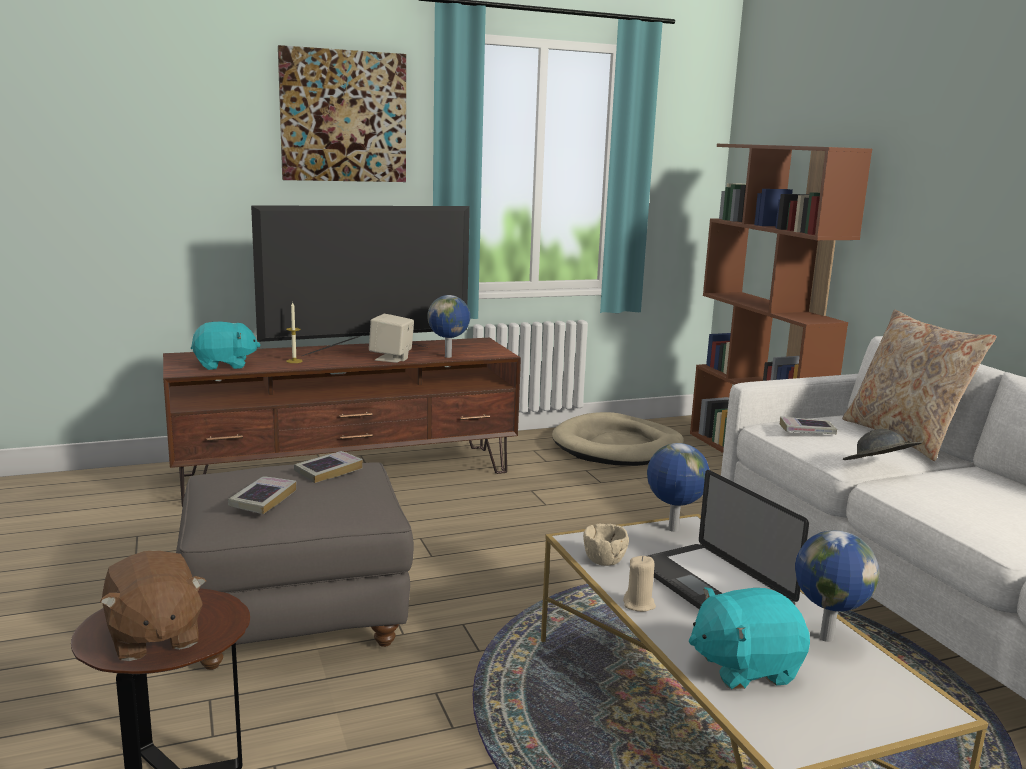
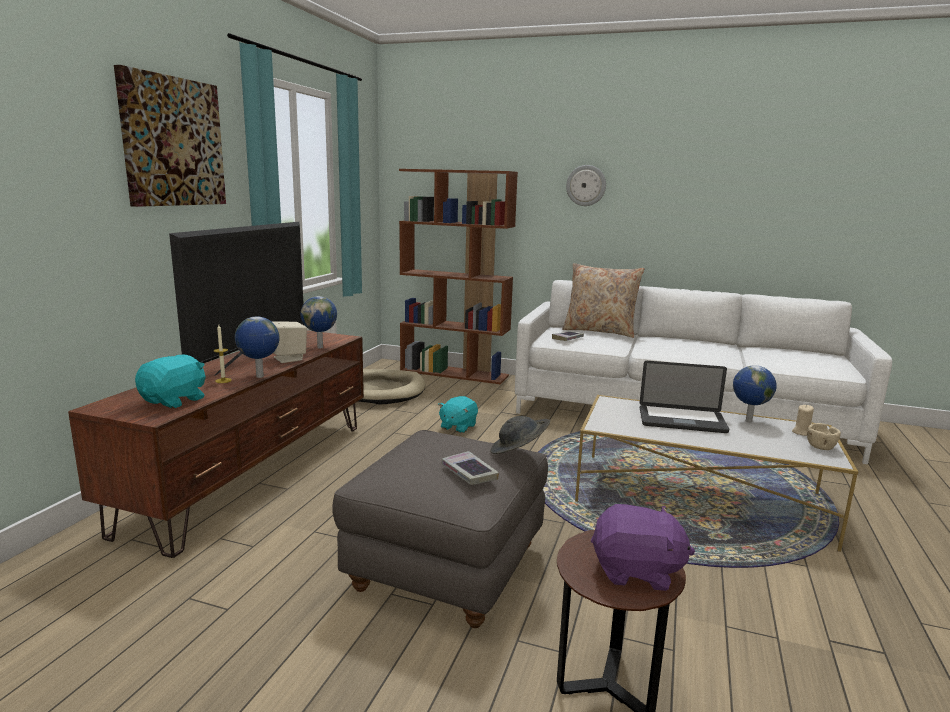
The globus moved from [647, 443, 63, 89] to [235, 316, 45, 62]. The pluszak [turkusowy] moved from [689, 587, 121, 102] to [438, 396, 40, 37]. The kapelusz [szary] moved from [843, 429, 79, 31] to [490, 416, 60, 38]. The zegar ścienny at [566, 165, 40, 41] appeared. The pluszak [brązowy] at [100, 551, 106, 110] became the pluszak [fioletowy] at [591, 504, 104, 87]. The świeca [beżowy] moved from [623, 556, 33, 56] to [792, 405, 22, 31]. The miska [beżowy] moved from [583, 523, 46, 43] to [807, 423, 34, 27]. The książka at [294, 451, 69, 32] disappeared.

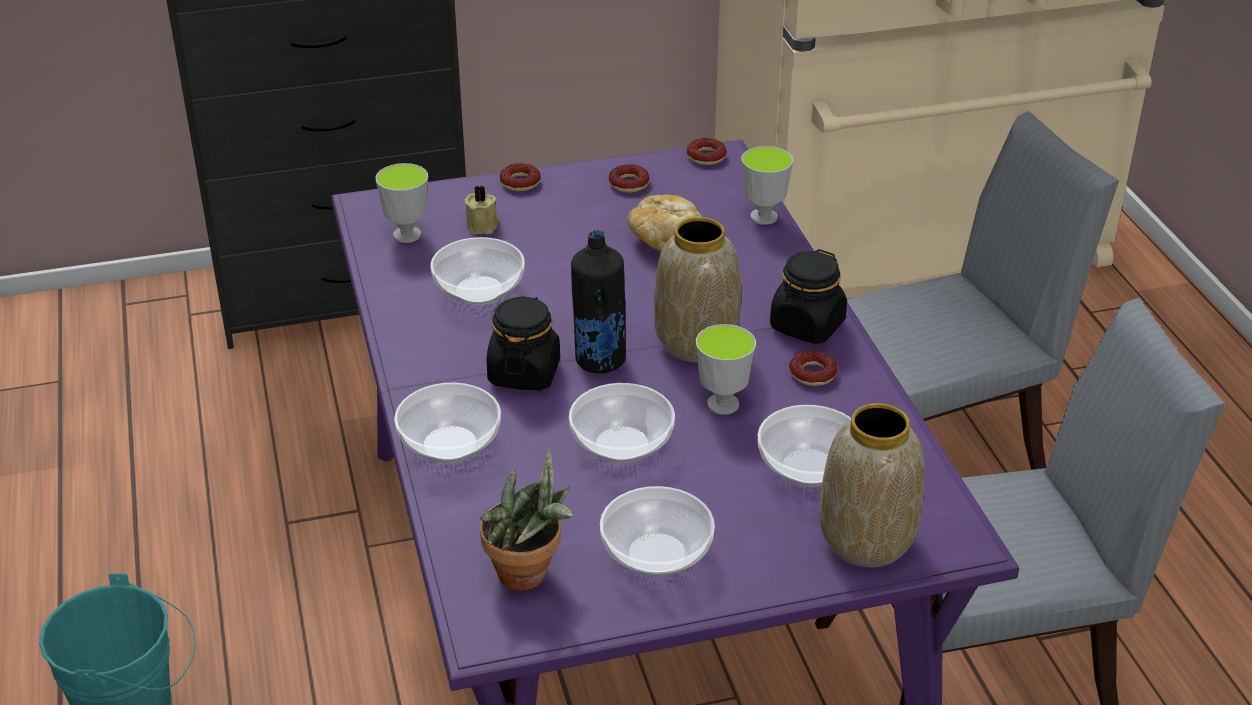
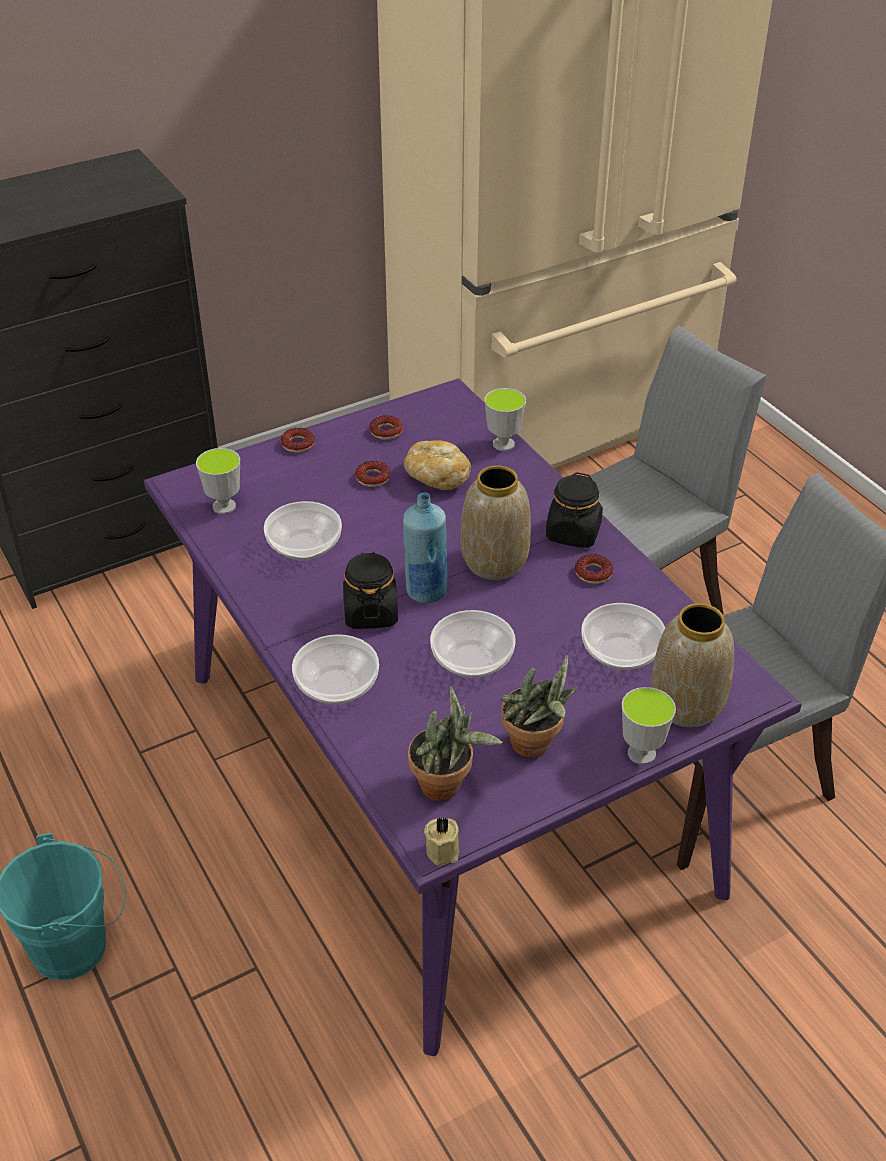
The donut moved from [687, 138, 40, 27] to [355, 461, 35, 26]. The butelka [czarny] at [571, 230, 55, 143] became the butelka [niebieski] at [403, 492, 44, 111]. The świeca [beżowy] moved from [464, 185, 36, 49] to [424, 817, 35, 49]. The miska at [600, 486, 115, 91] was replaced by the roślina doniczkowa at [501, 654, 77, 104]. The filiżanka moved from [696, 324, 60, 91] to [622, 687, 54, 78].

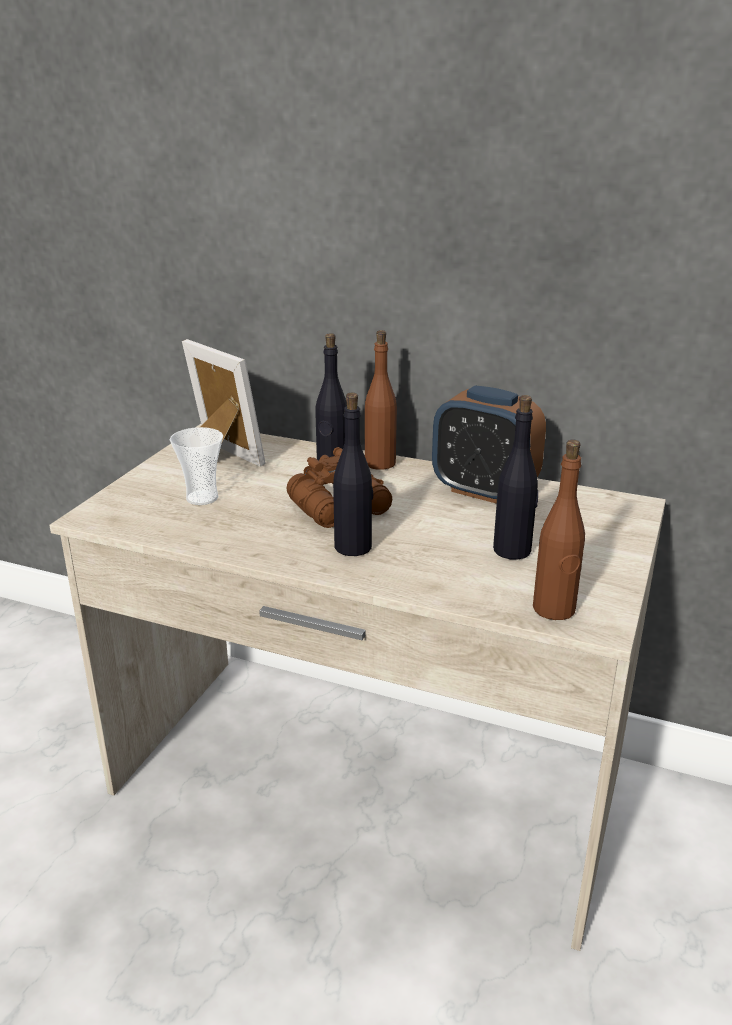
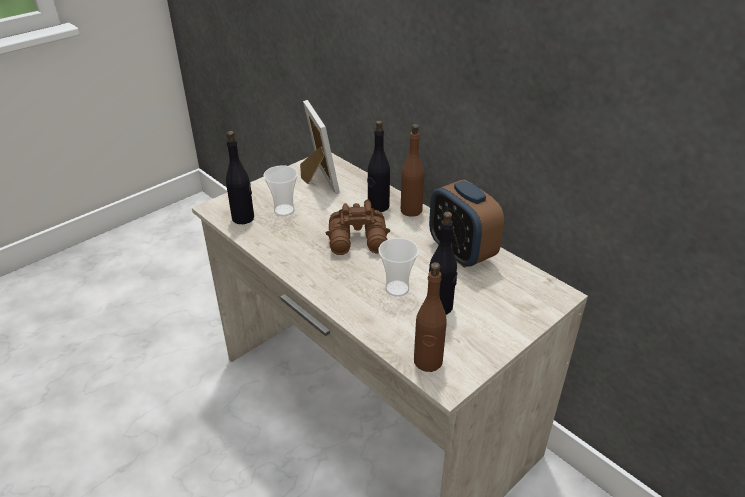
The butelka [czarny] moved from [333, 393, 40, 163] to [226, 131, 28, 93]. The filiżanka at [378, 238, 41, 59] appeared.

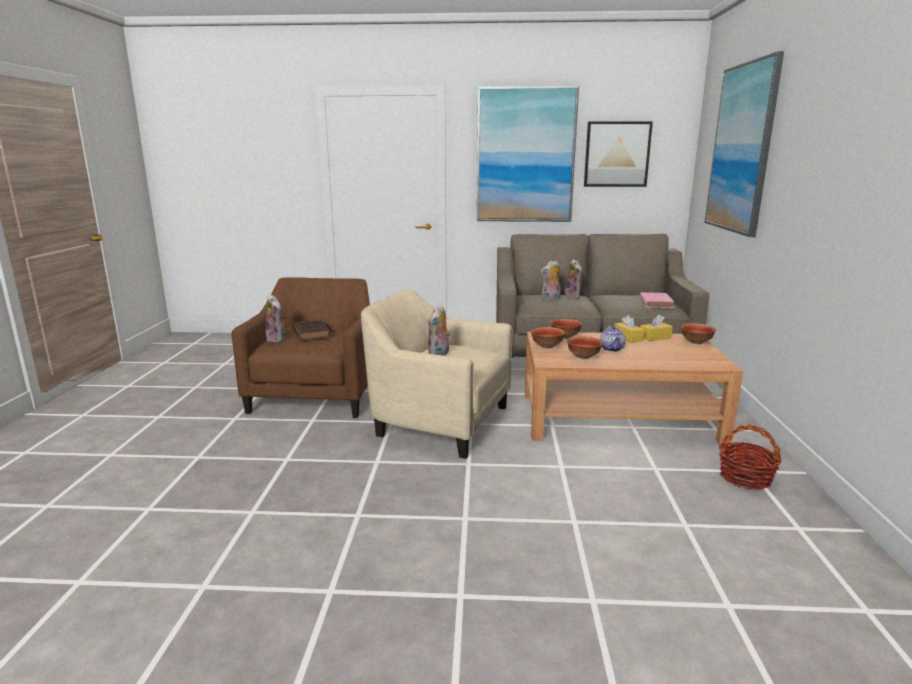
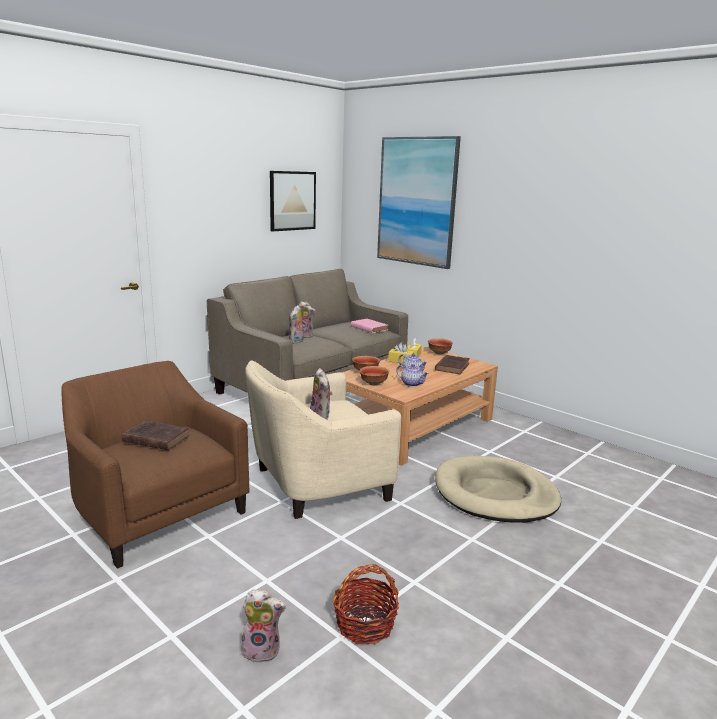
The pluszak moved from [266, 294, 20, 49] to [241, 589, 45, 74]. The koszyk moved from [719, 424, 63, 66] to [332, 564, 67, 80]. The miska at [567, 336, 36, 23] was replaced by the imbryk at [397, 364, 32, 23]. The książka [brązowy] at [435, 355, 35, 19] appeared. The legowisko [beżowy] at [435, 456, 126, 67] appeared. The obraz at [477, 86, 102, 136] disappeared.

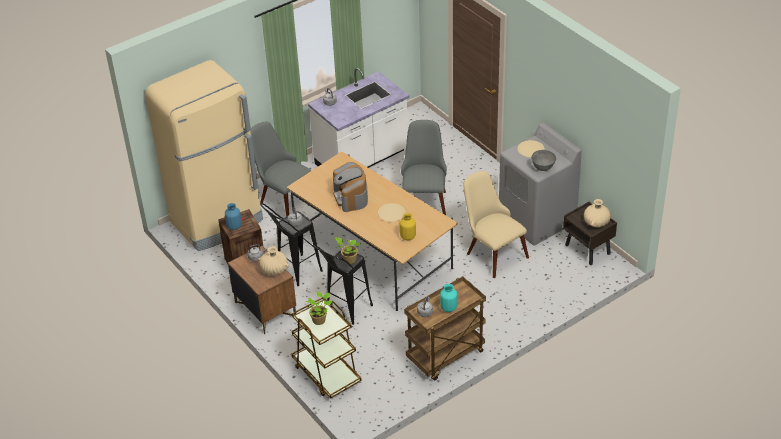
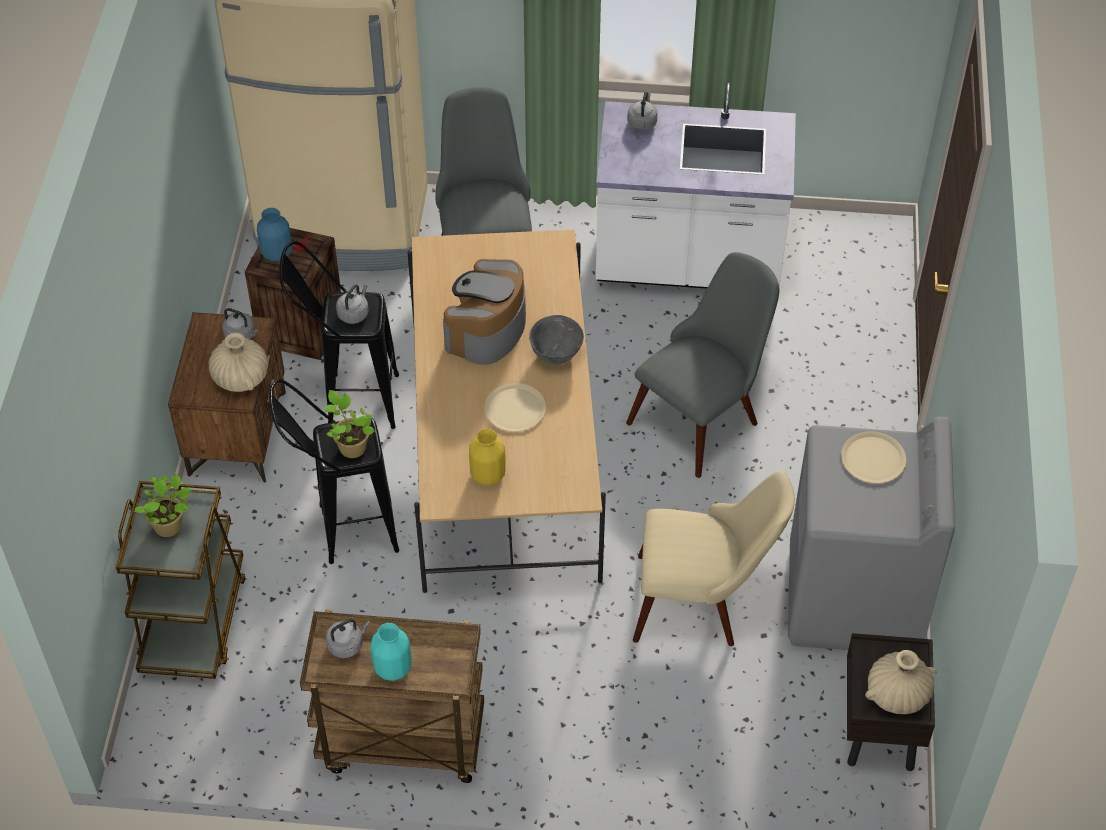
The miska [szary] moved from [531, 150, 25, 21] to [529, 315, 55, 50]. The krzesło [beżowy] at [463, 171, 66, 107] turned 90 degrees clockwise.

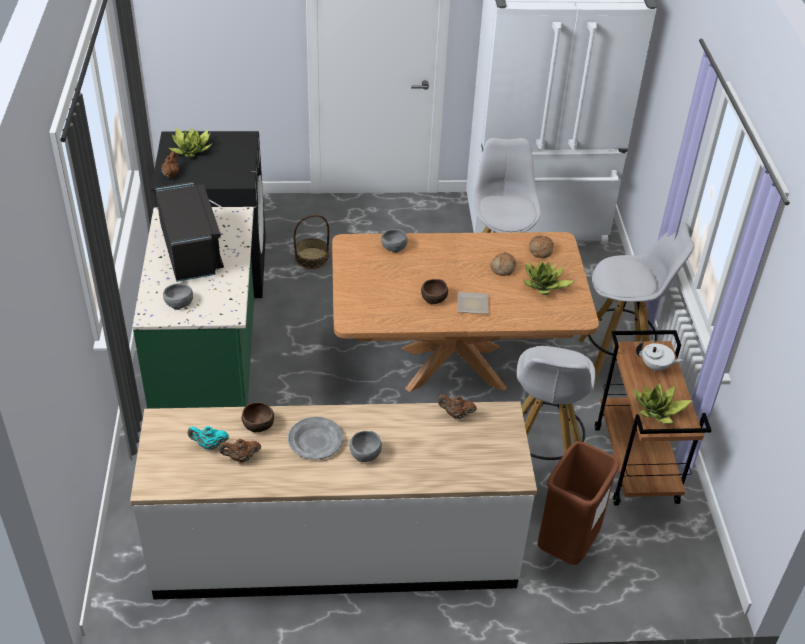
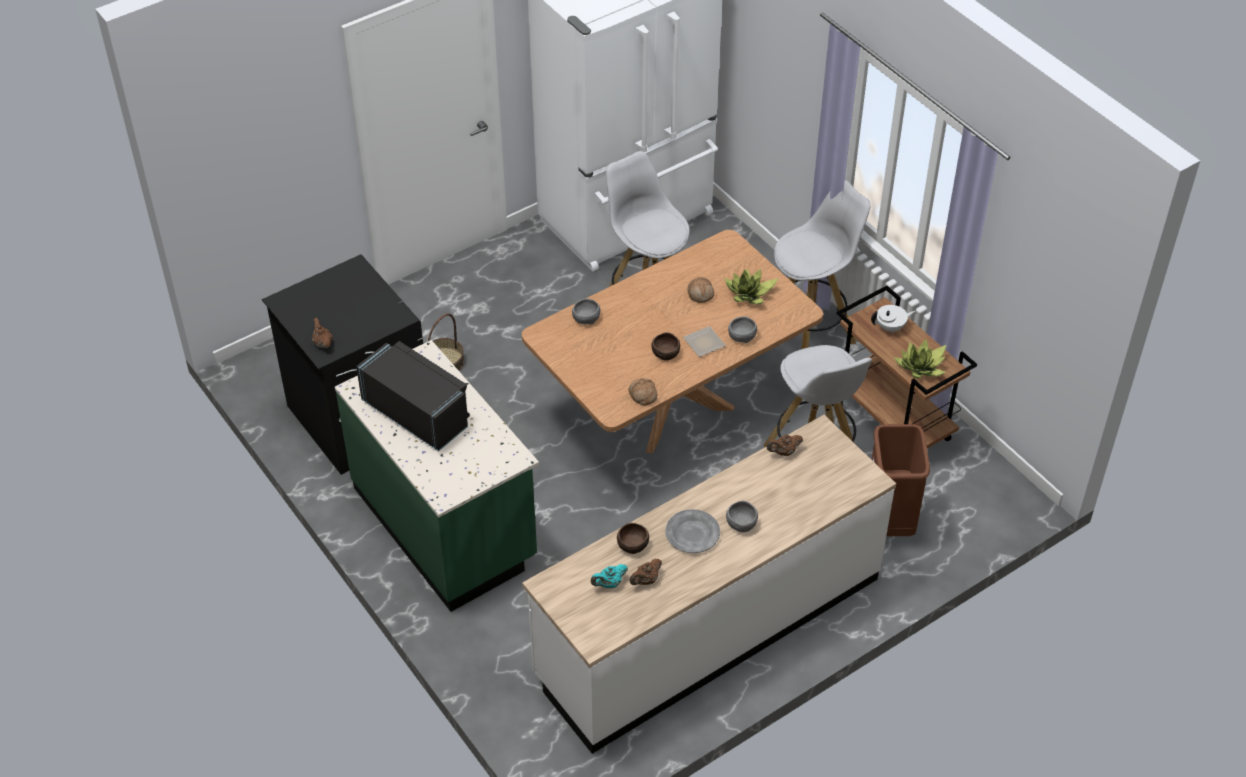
The chleb moved from [529, 235, 25, 23] to [628, 378, 29, 27]. The miska [szary] moved from [163, 283, 30, 27] to [728, 316, 29, 27]. The roślina doniczkowa at [169, 127, 43, 30] disappeared.

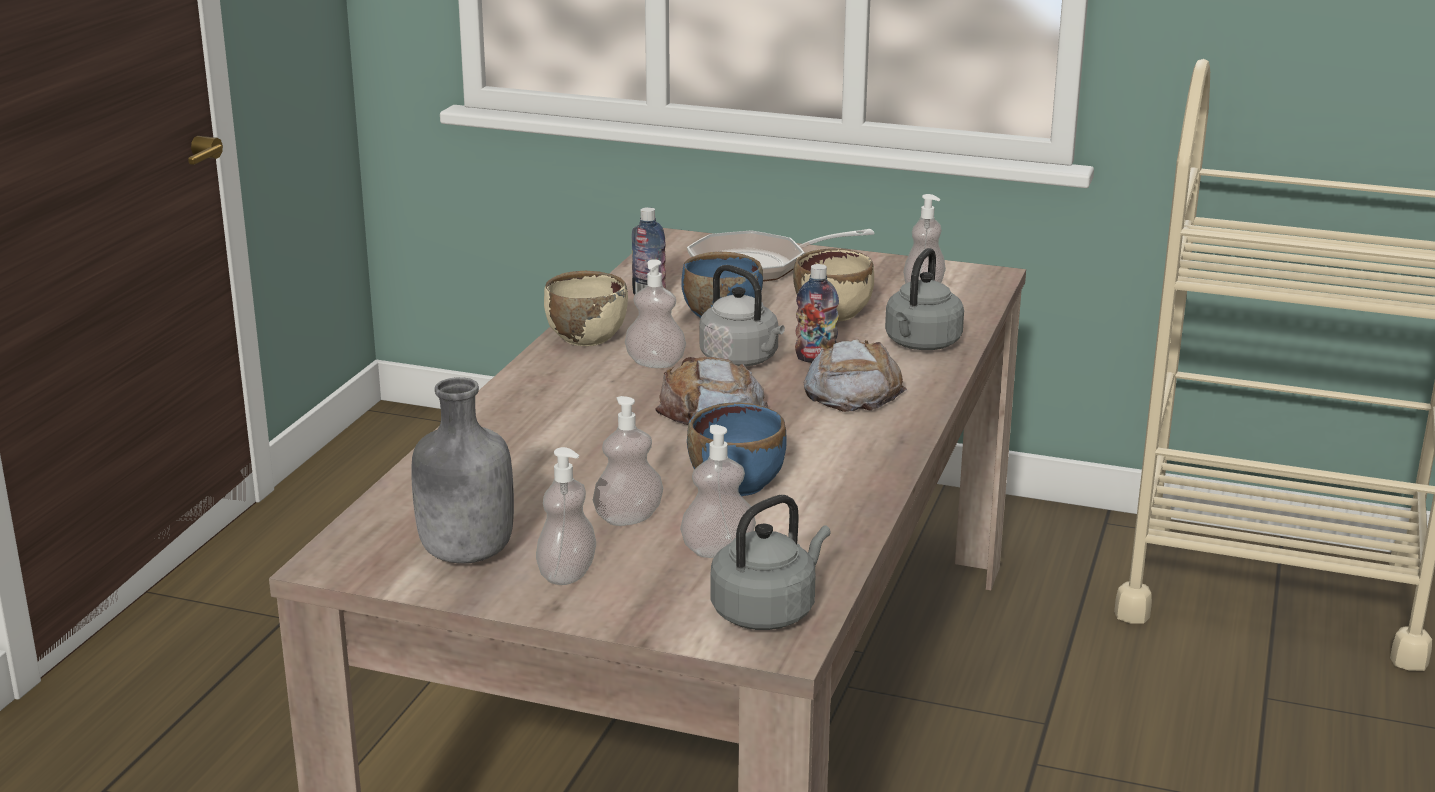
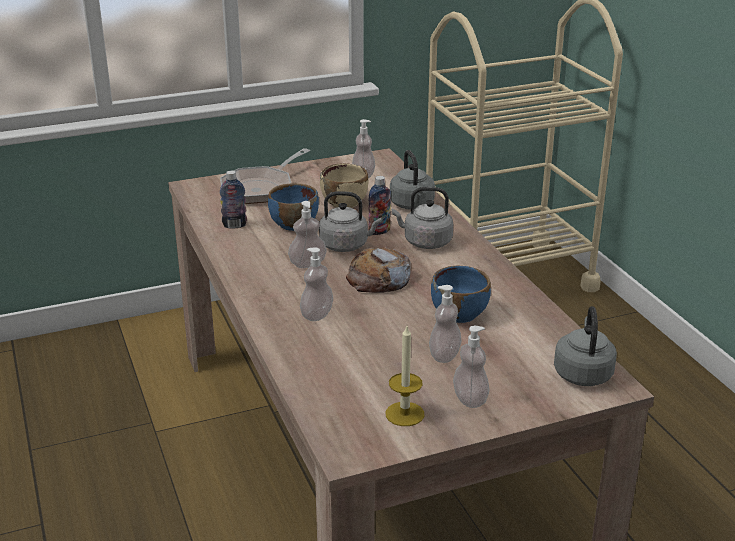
The dozownik mydła moved from [680, 424, 76, 134] to [300, 248, 33, 73]. The butelka [szary] at [411, 377, 103, 187] was replaced by the świeca at [386, 326, 38, 100]. The chleb at [803, 339, 104, 73] was replaced by the czajnik [szary] at [392, 187, 61, 62]. The miska [beżowy] at [544, 271, 84, 75] disappeared.

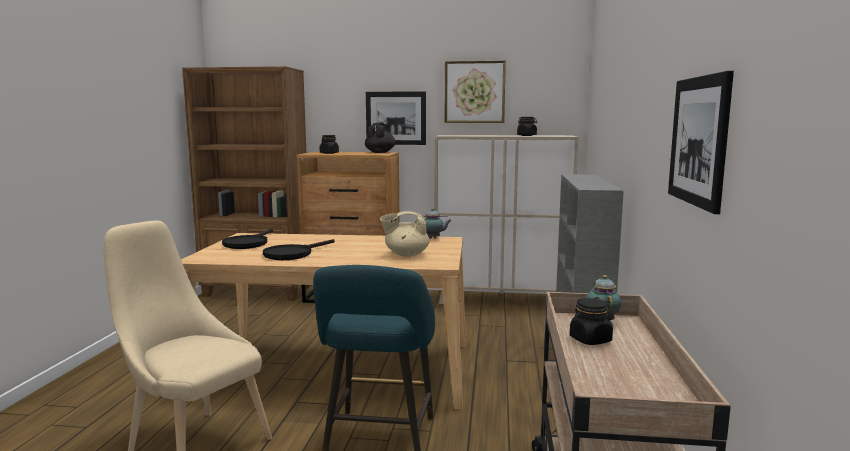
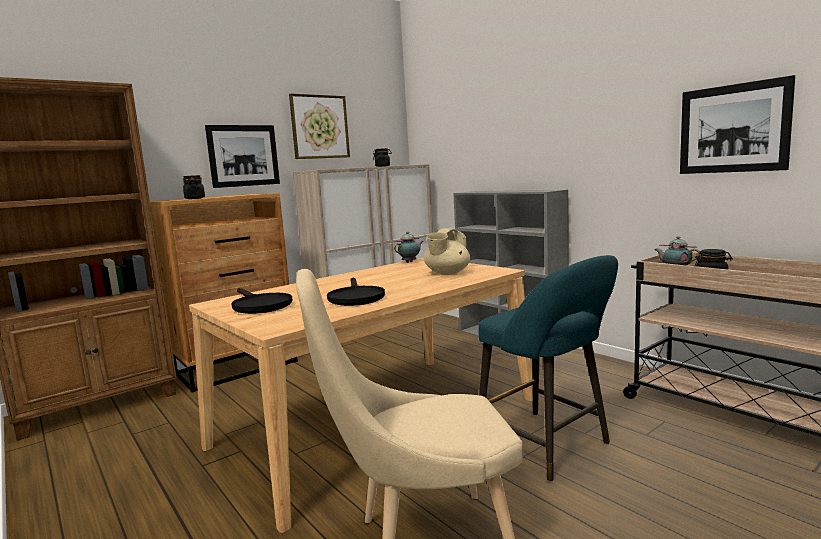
The imbryk [czarny] at [365, 123, 31, 30] disappeared.

